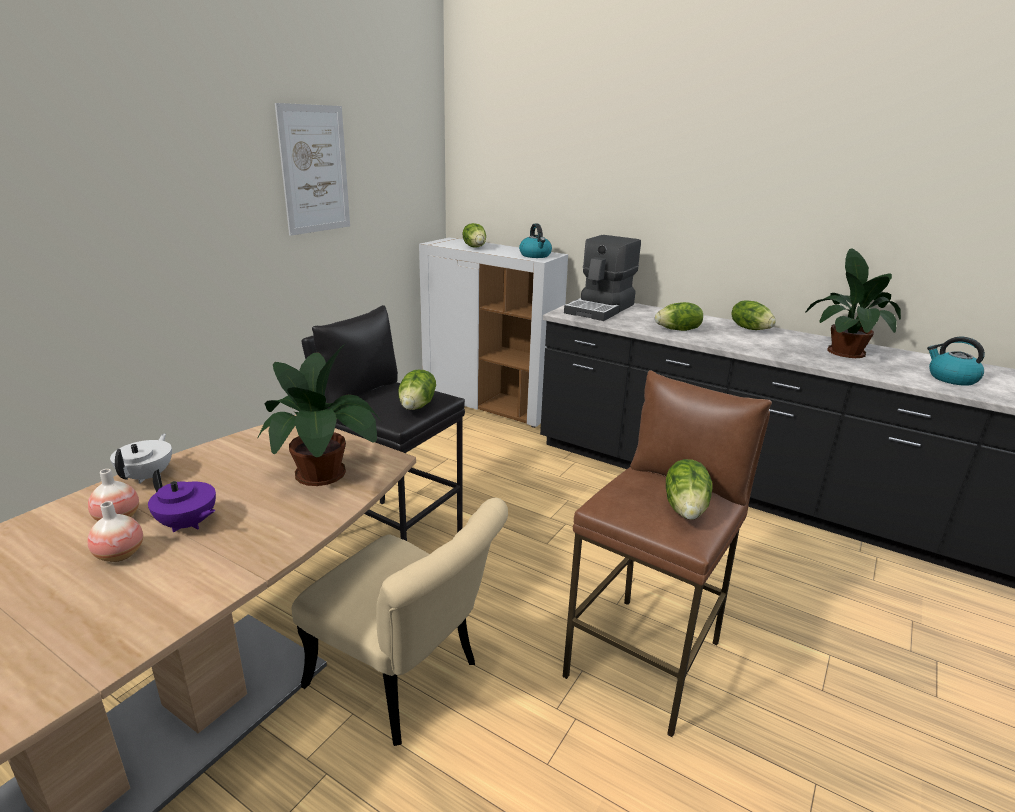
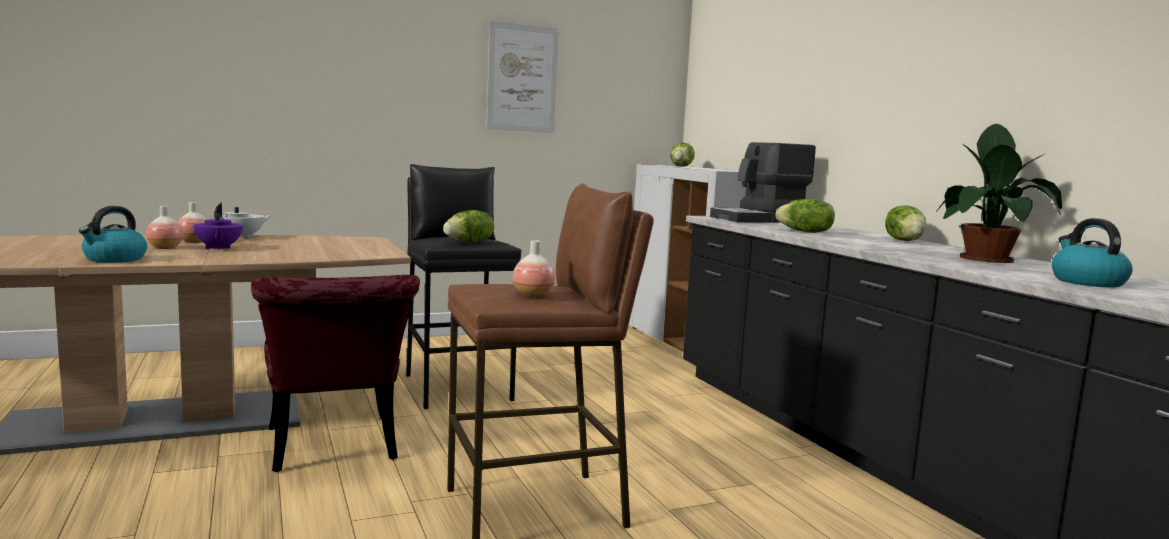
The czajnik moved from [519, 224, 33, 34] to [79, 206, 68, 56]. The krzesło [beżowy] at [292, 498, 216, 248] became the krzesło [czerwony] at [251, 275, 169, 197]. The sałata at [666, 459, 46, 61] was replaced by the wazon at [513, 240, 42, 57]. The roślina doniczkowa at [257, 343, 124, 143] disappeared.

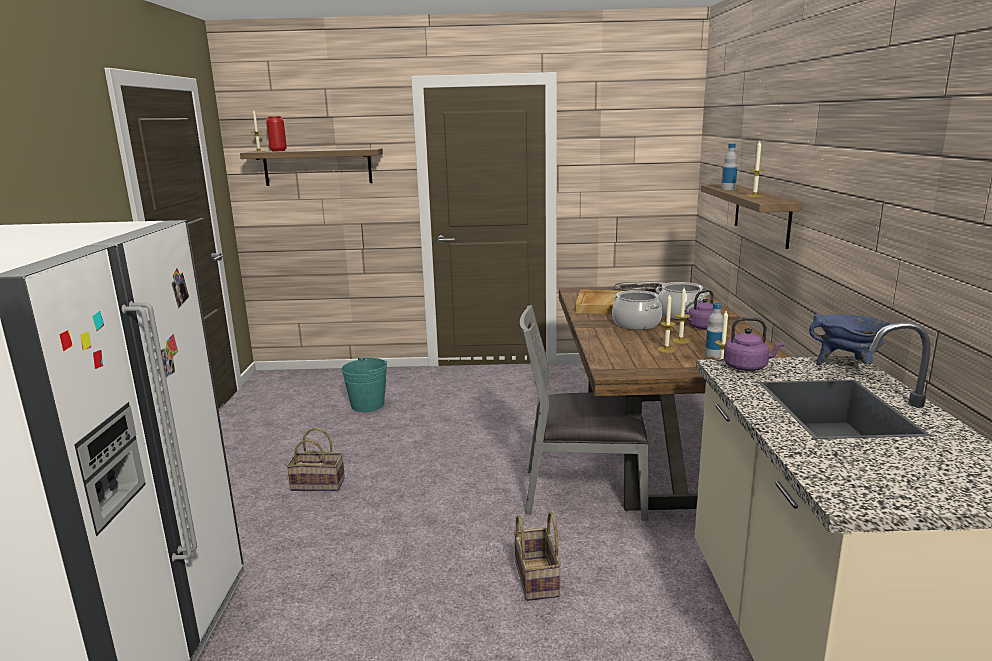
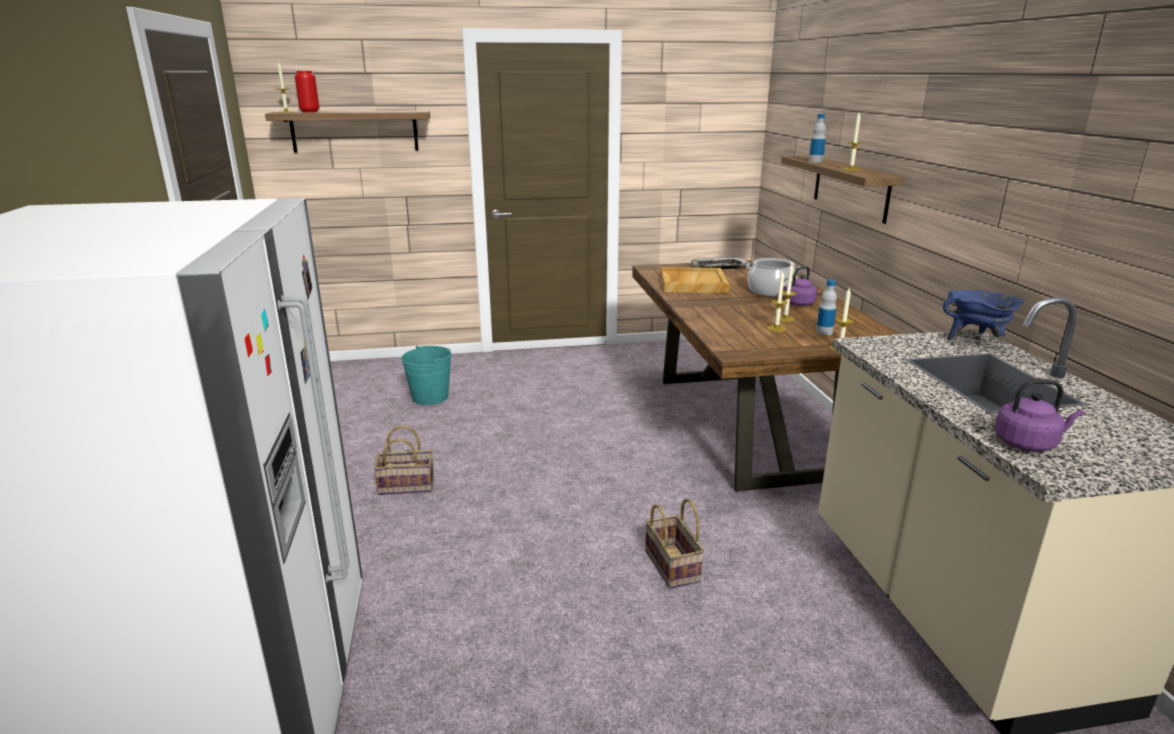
The czajnik [fioletowy] moved from [724, 317, 60, 54] to [995, 379, 89, 73]. The krzesło [szary] at [520, 305, 129, 216] disappeared. The garnek at [612, 290, 50, 40] disappeared.

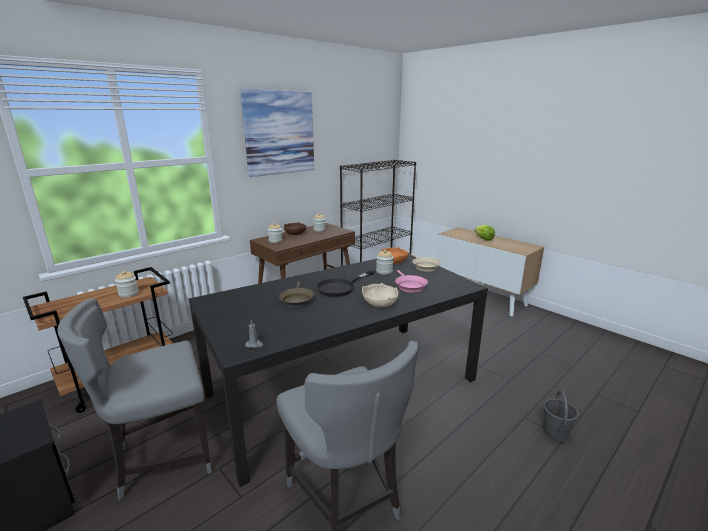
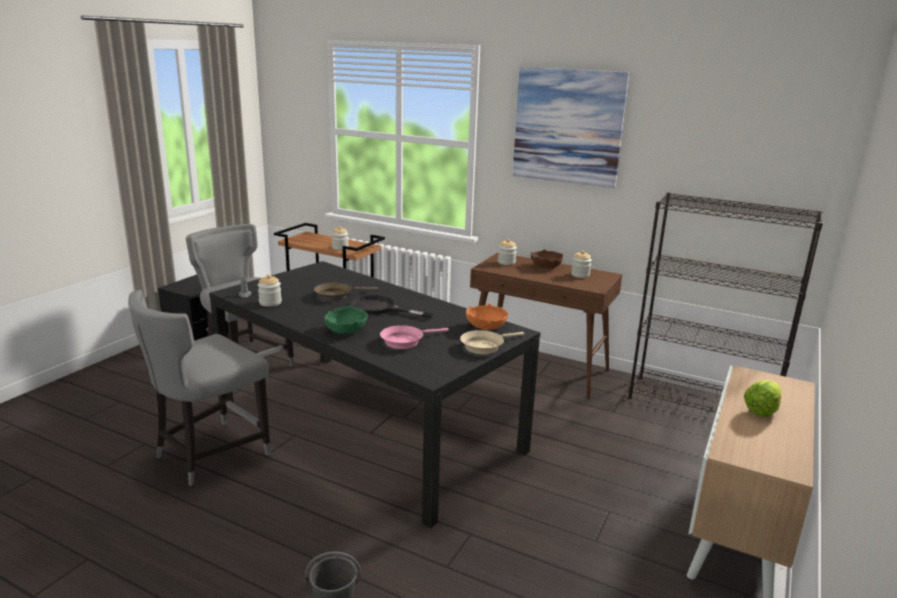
The słoik moved from [376, 250, 18, 25] to [258, 274, 24, 33]. The miska [beżowy] at [362, 283, 37, 24] became the miska [zielony] at [324, 305, 44, 29].

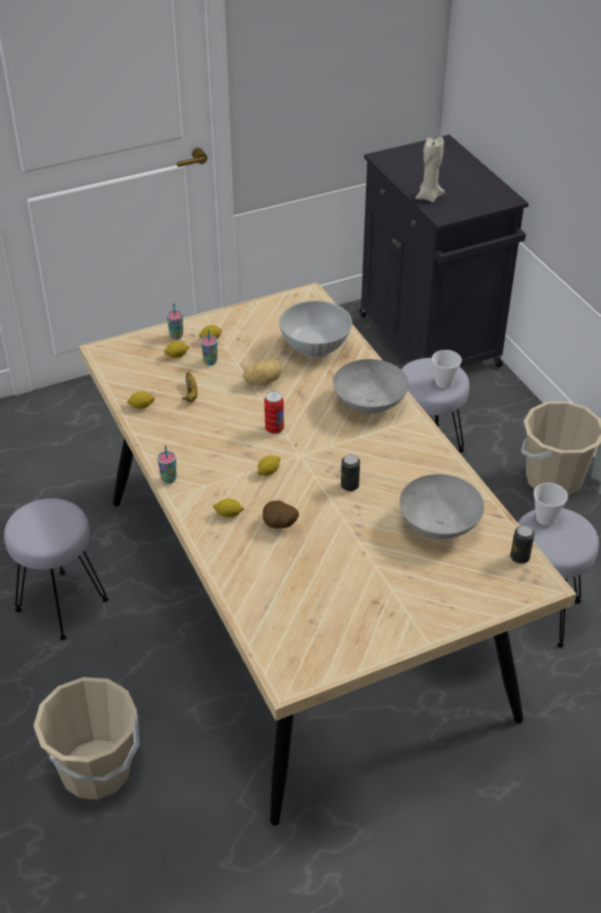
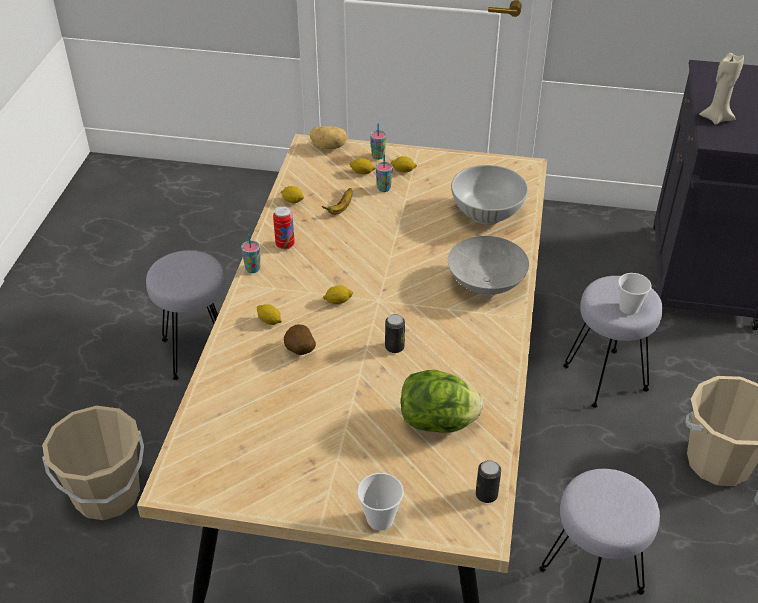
The puszka moved from [264, 391, 20, 43] to [273, 206, 22, 44]. The ziemniak moved from [243, 359, 39, 27] to [310, 126, 38, 23]. The filiżanka moved from [534, 483, 34, 43] to [357, 473, 47, 58]. The miska [szary] at [400, 474, 84, 65] was replaced by the sałata at [401, 370, 83, 63].

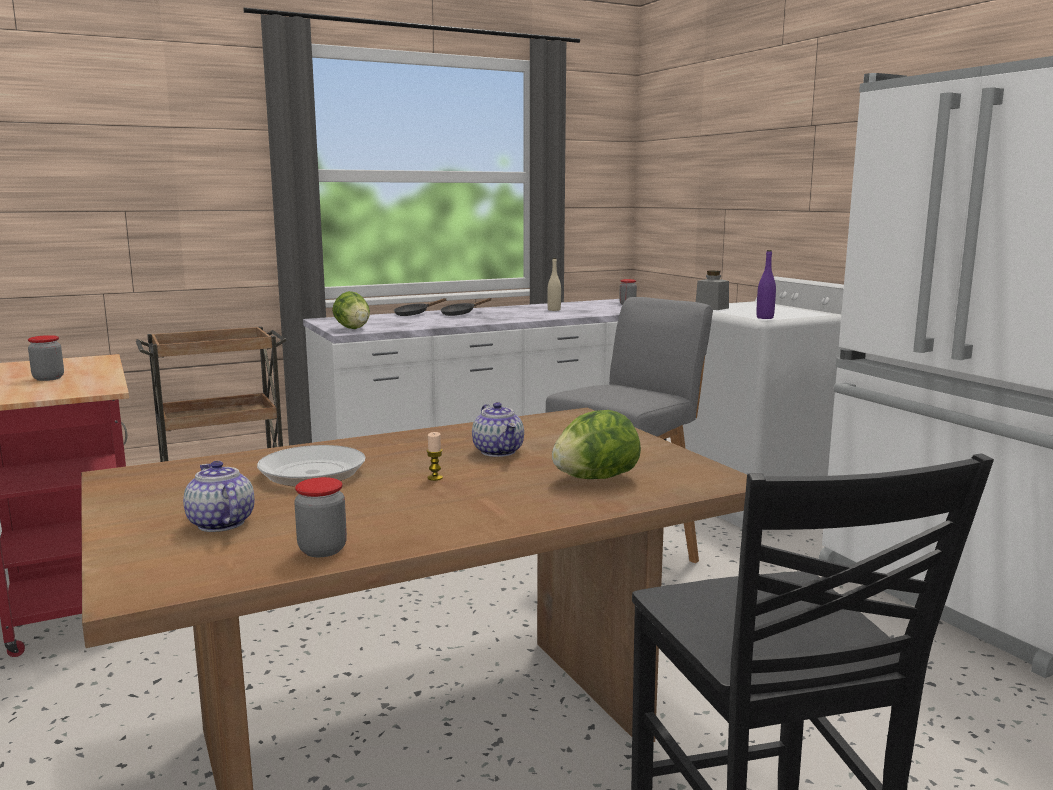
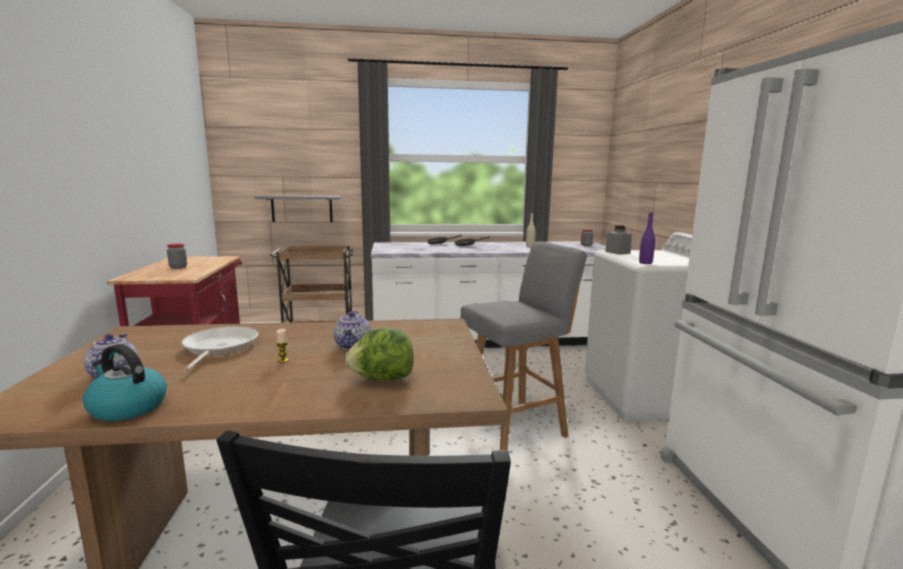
The słoik at [294, 477, 53, 80] was replaced by the czajnik at [83, 344, 84, 77]. The półka [szary] at [254, 195, 88, 27] appeared. The sałata at [332, 291, 38, 38] disappeared.

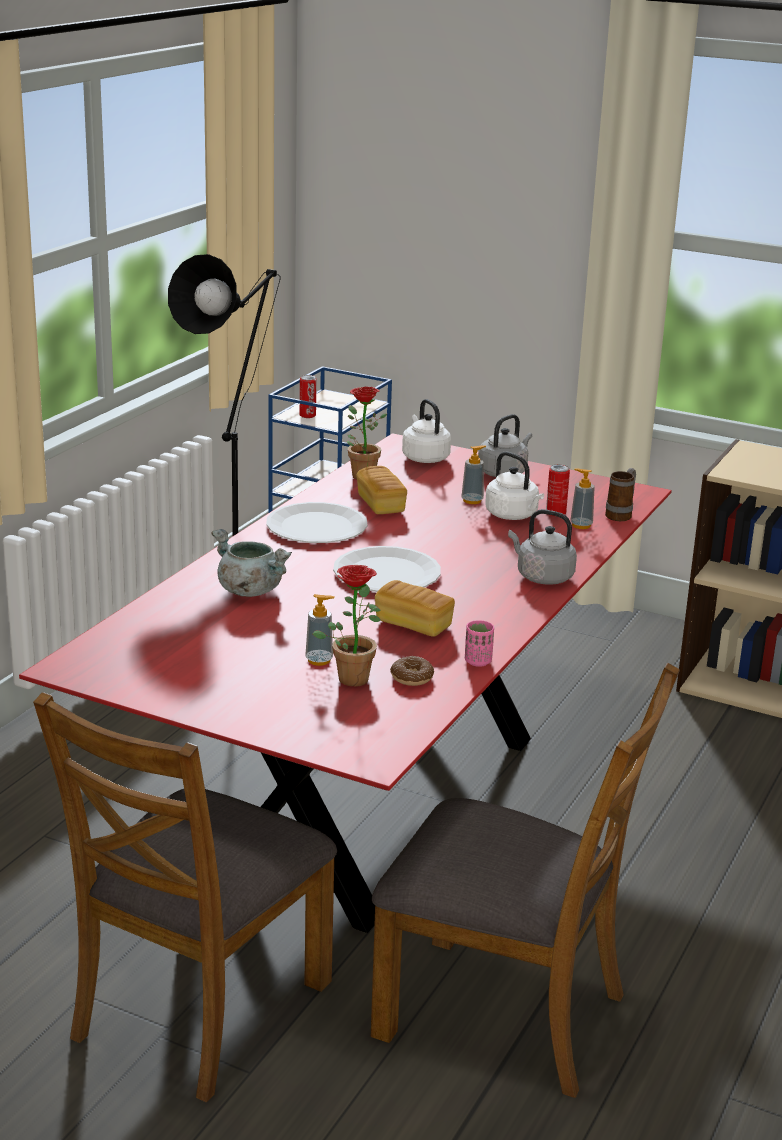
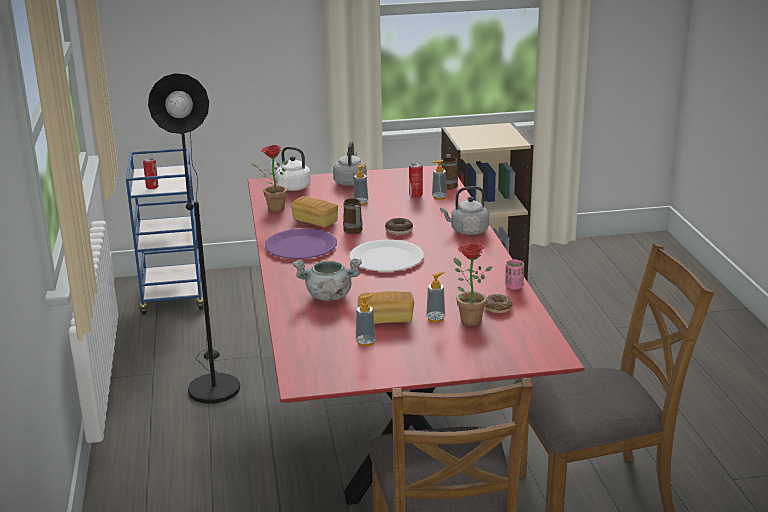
The talerz [biały] at [267, 502, 100, 41] became the talerz [fioletowy] at [265, 228, 72, 31]. The kubek at [343, 198, 20, 36] appeared. The dozownik mydła at [356, 294, 20, 52] appeared. The chleb moved from [375, 580, 80, 57] to [358, 291, 56, 33]. The donut at [385, 218, 28, 17] appeared. The czajnik [biały] at [485, 452, 59, 68] disappeared.

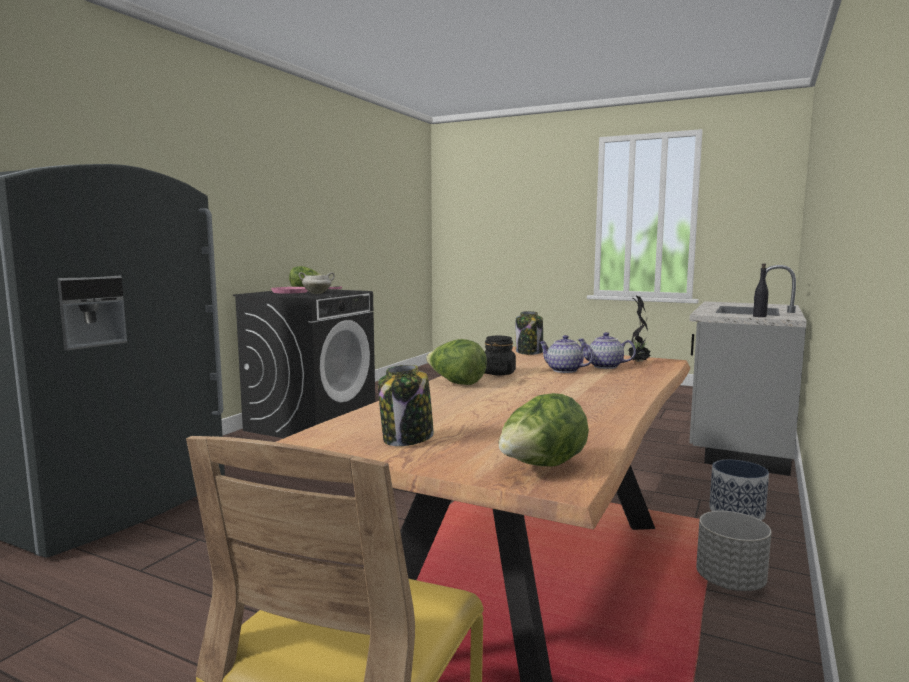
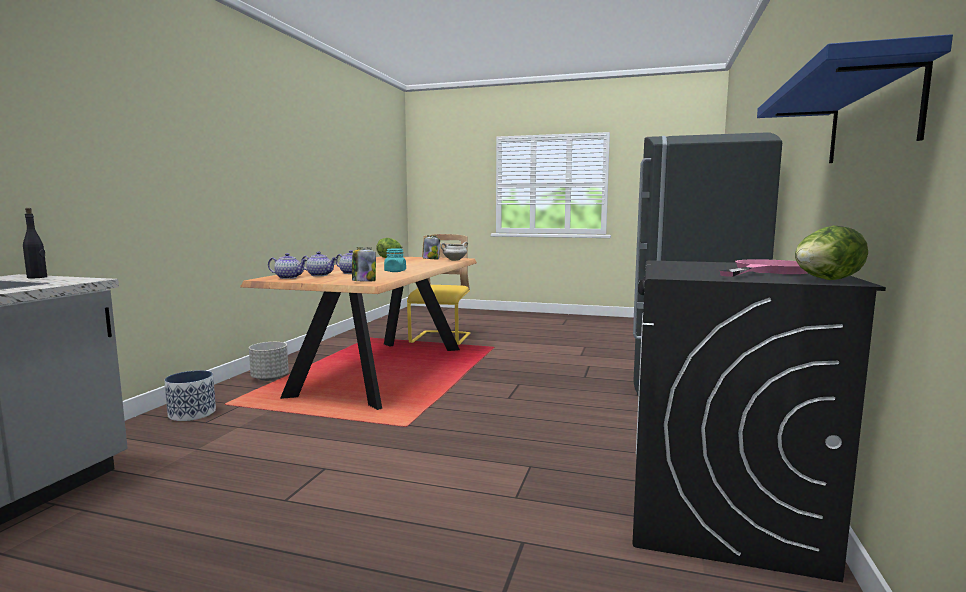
The roślina doniczkowa at [627, 295, 24, 67] was replaced by the imbryk at [268, 253, 39, 26]. The słoik [czarny] at [485, 336, 31, 39] became the słoik [turkusowy] at [384, 248, 22, 24]. The garnek [biały] moved from [299, 272, 36, 22] to [441, 242, 27, 19]. The półka [niebieski] at [757, 34, 196, 129] appeared. The sałata at [426, 339, 61, 46] disappeared.

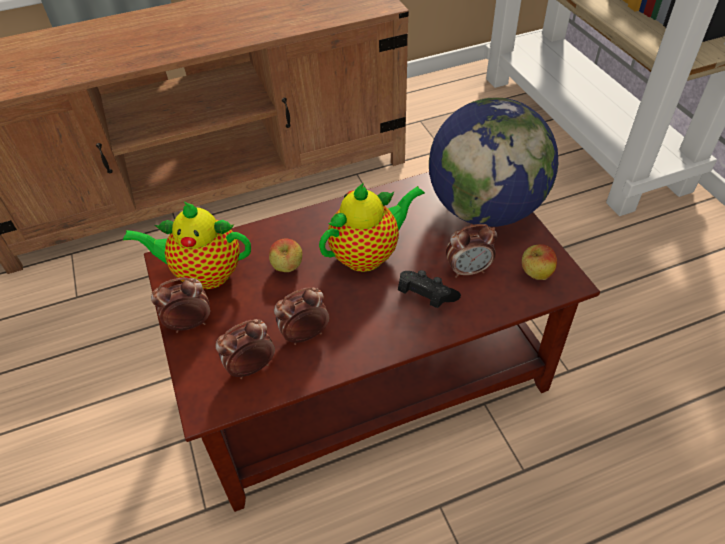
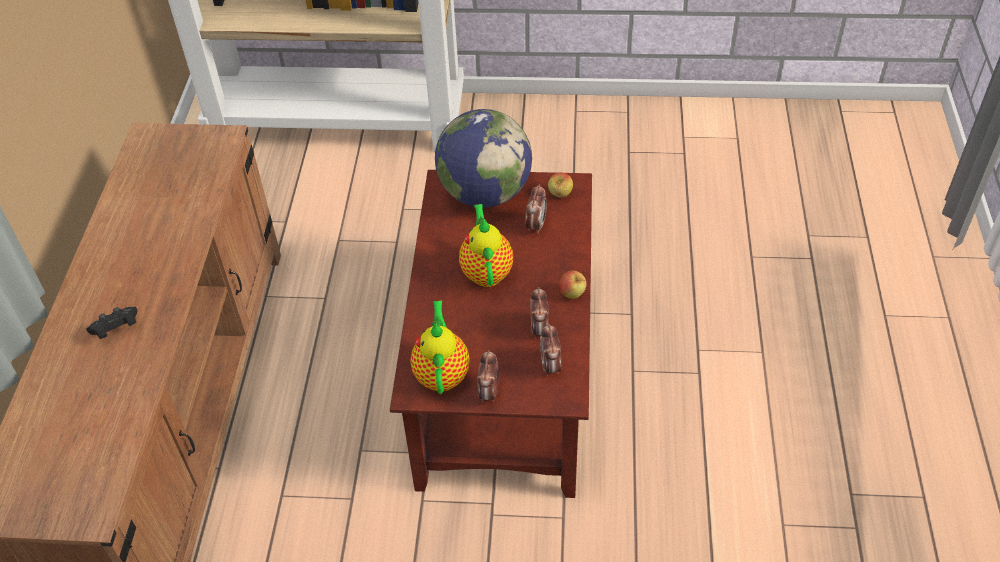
The pad do gier [czarny] moved from [398, 270, 63, 38] to [86, 307, 51, 32]. The imbryk at [123, 202, 128, 87] turned 150 degrees clockwise. The jabłko moved from [269, 238, 33, 34] to [560, 271, 26, 28].

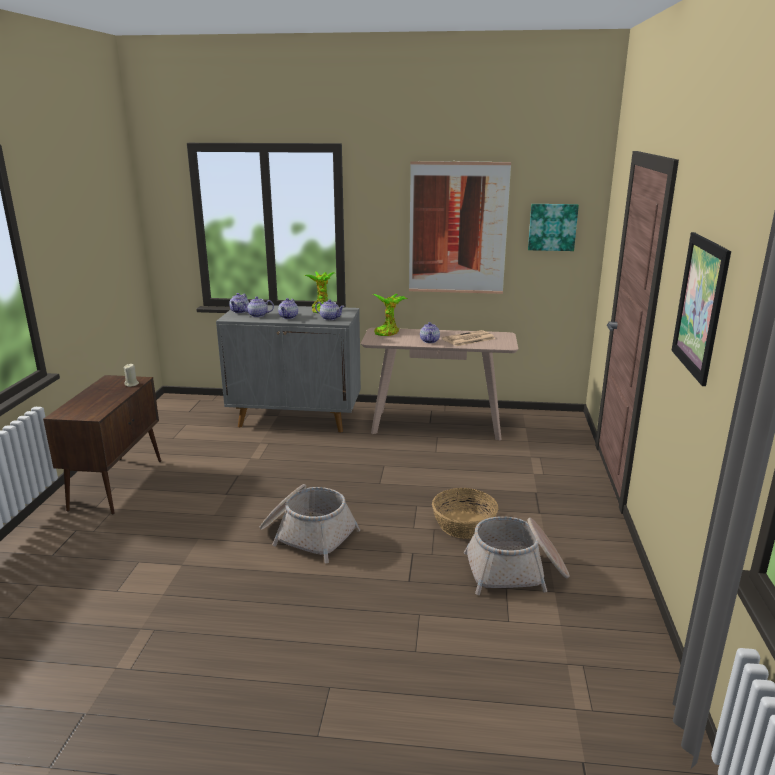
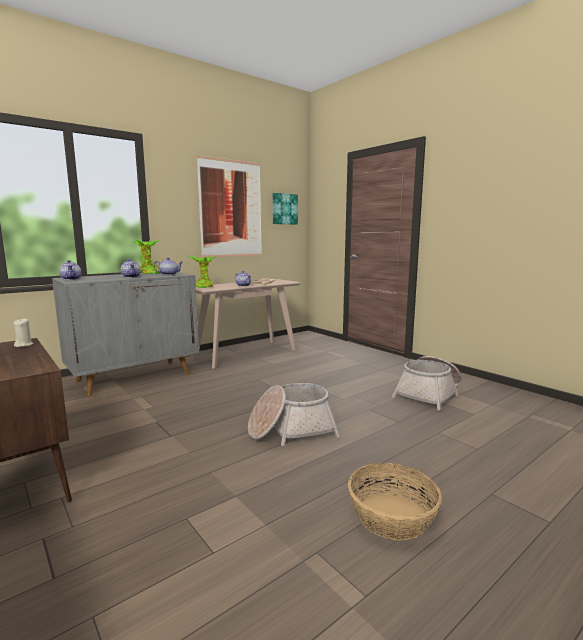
The koszyk moved from [432, 488, 66, 51] to [348, 463, 94, 78]. The imbryk at [241, 297, 33, 20] disappeared. The obraz at [672, 232, 59, 154] disappeared.

